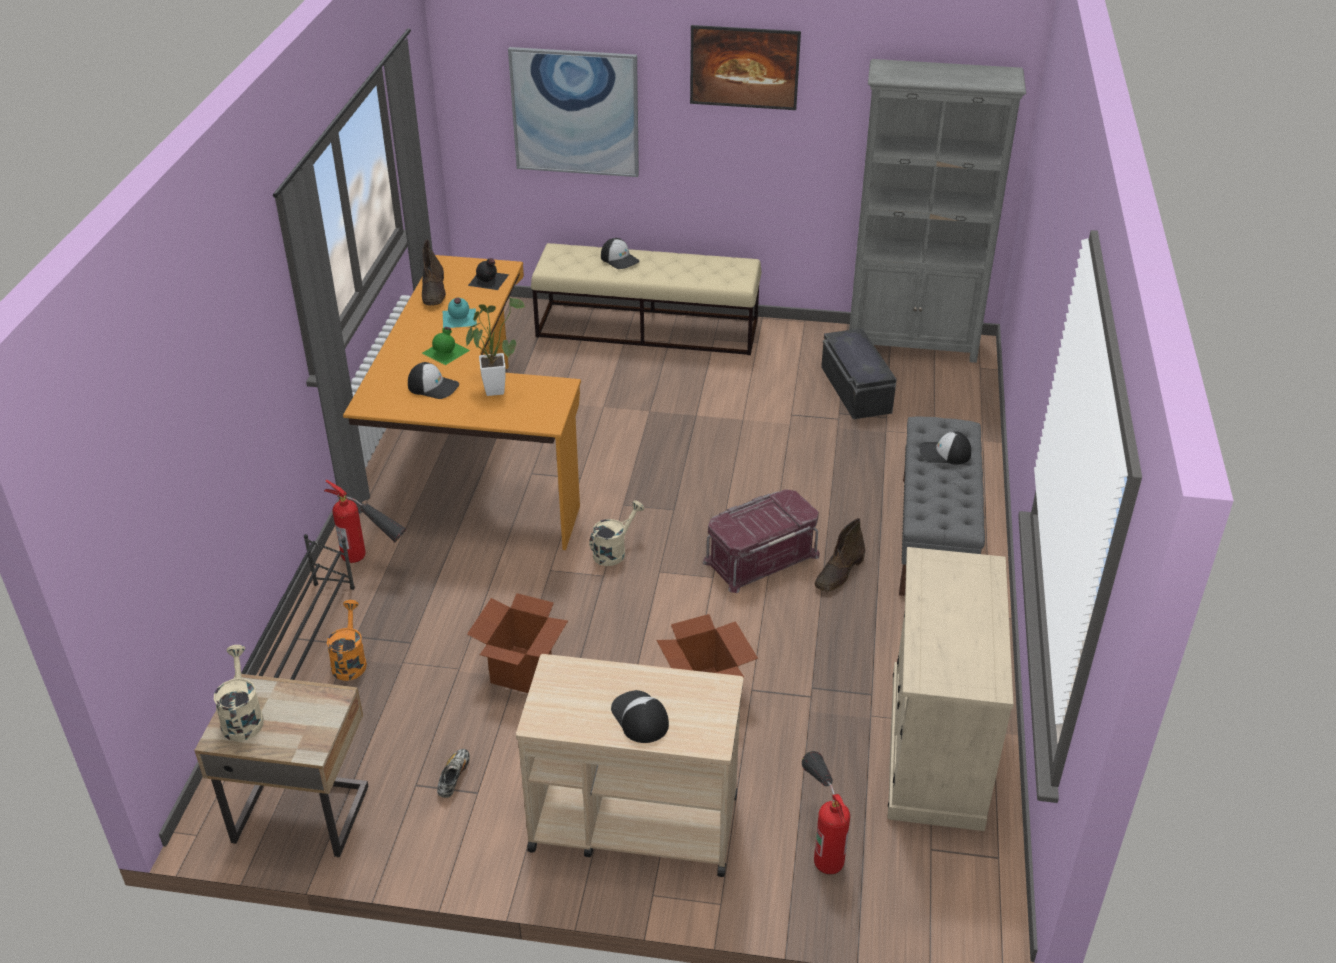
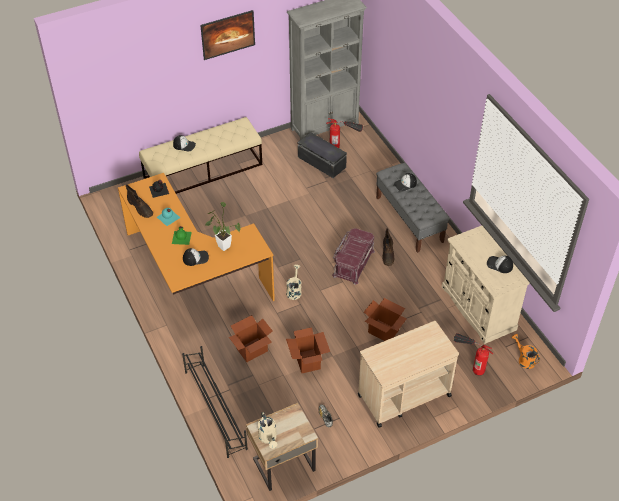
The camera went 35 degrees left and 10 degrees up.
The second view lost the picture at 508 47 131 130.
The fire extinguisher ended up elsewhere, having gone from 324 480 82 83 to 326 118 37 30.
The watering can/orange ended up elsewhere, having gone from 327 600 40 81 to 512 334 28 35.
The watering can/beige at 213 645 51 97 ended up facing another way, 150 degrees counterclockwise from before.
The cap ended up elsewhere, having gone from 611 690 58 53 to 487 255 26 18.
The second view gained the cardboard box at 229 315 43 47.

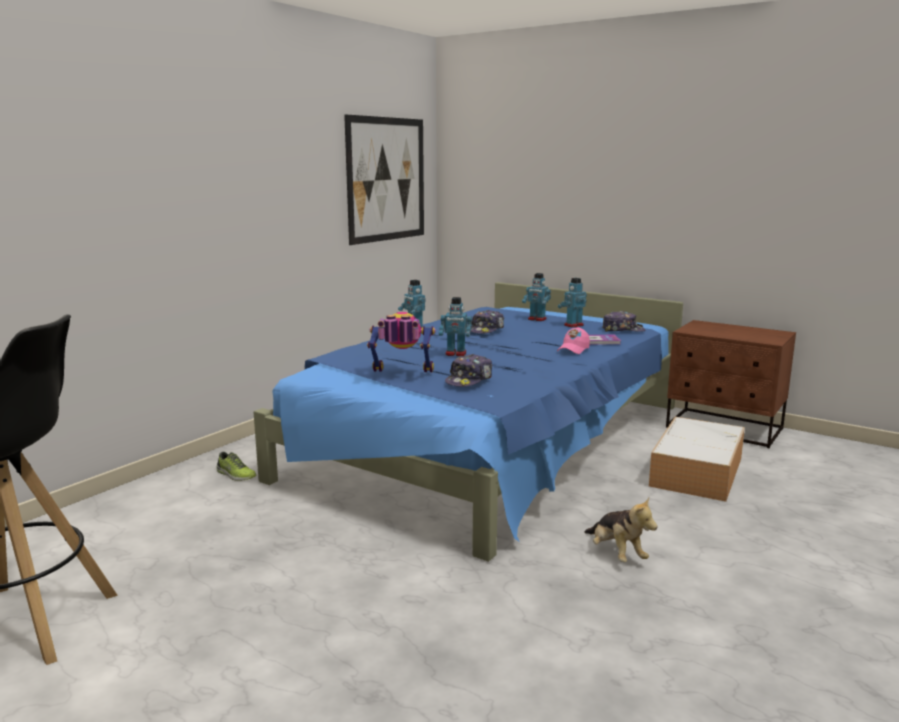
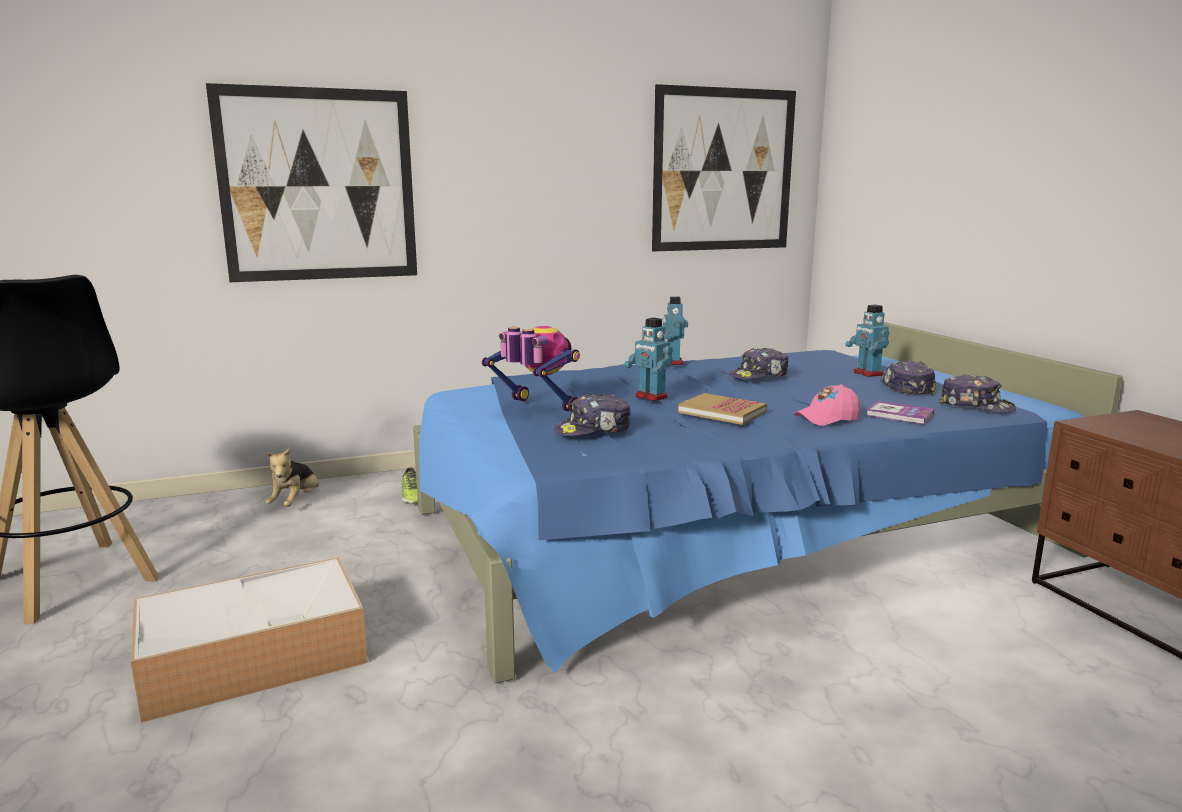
The camera went 35 degrees right and 0 degrees up.
Where the toy robot stood at 558 278 29 50, the cap came to stand at 880 360 56 35.
The storage box ended up elsewhere, having gone from 649 417 96 85 to 131 558 237 165.
The plush toy ended up elsewhere, having gone from 584 498 74 64 to 266 448 53 59.
The second view gained the picture at 206 83 211 199.
The second view gained the book at 678 393 89 32.

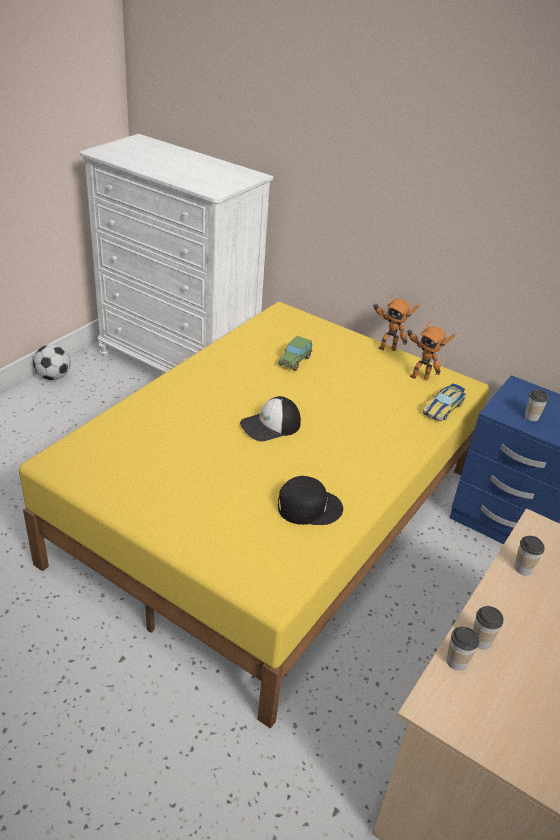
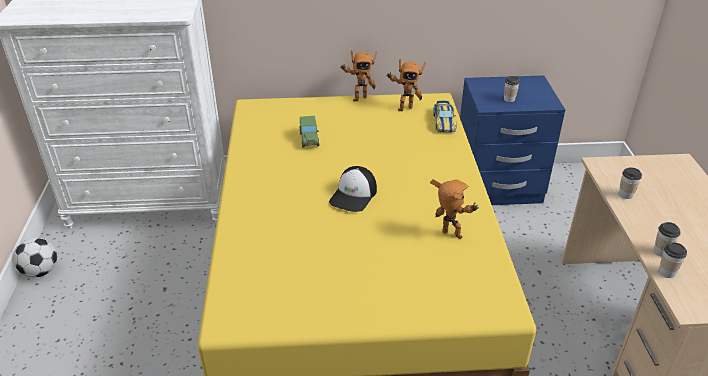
The camera went 35 degrees left and 0 degrees up.
Where the cap/black stood at 278 476 65 49, the toy robot came to stand at 430 179 49 60.

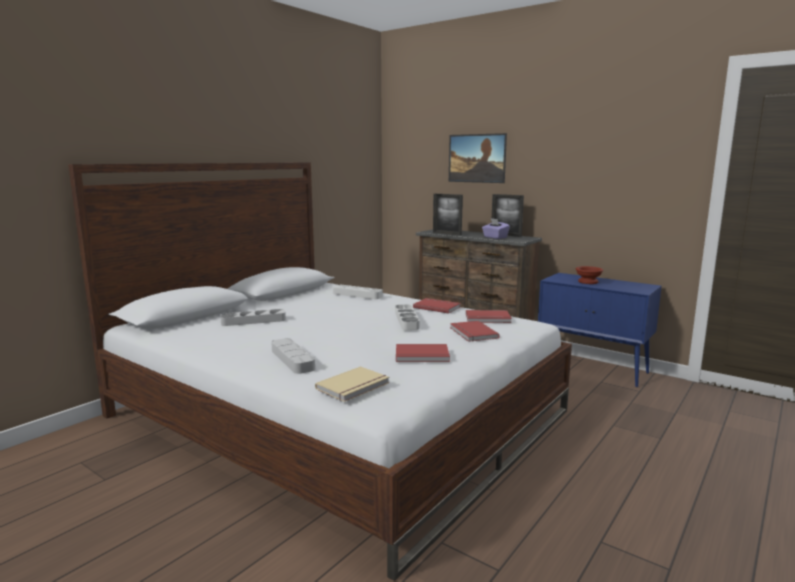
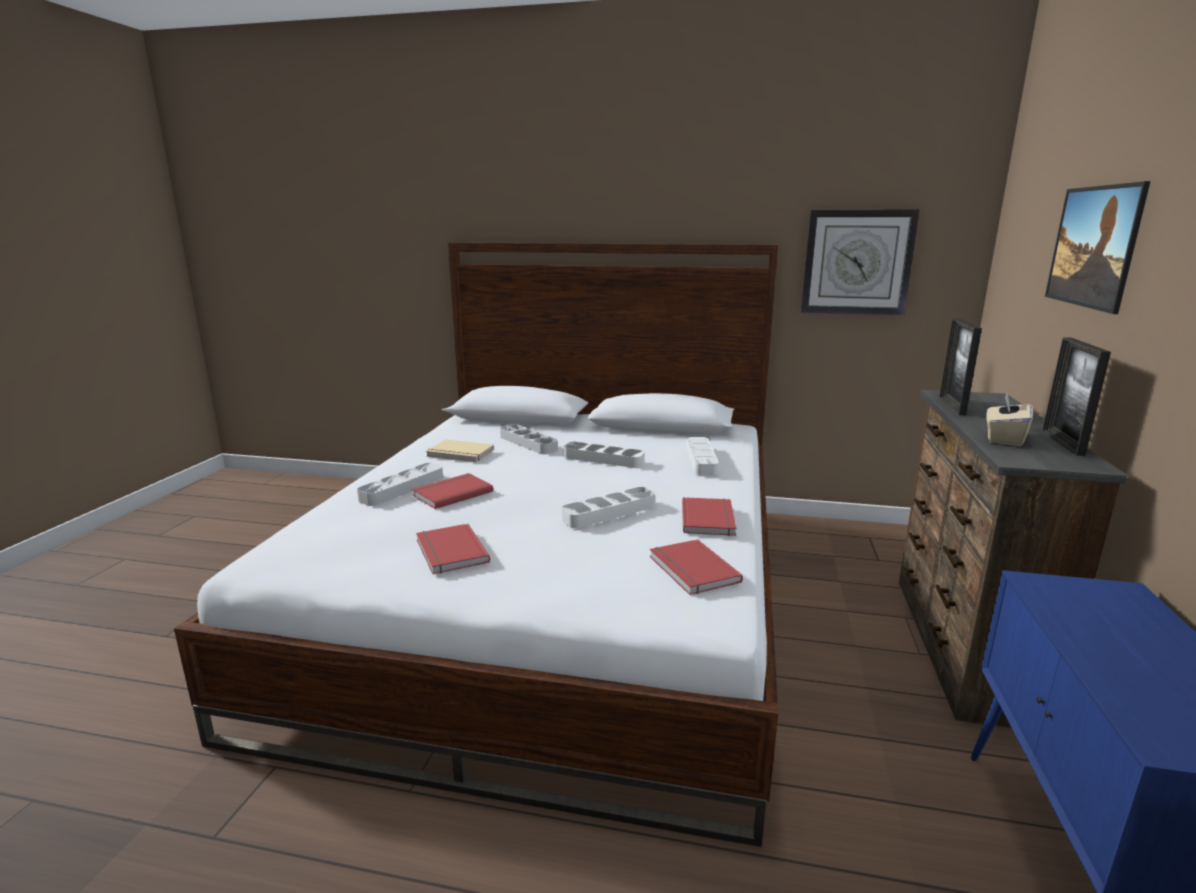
The camera went 65 degrees right and 5 degrees up.
What was the tissue box/purple at 482 218 28 21 turned into the tissue box/beige at 986 392 47 54.
The second view lost the bowl/brown at 576 266 27 18.
The book/red ended up elsewhere, having gone from 450 321 50 21 to 412 473 81 36.
The book/beige ended up elsewhere, having gone from 315 366 75 36 to 426 440 68 22.
The second view gained the wall clock at 801 209 119 106.
The second view gained the tray/white at 563 442 82 26.

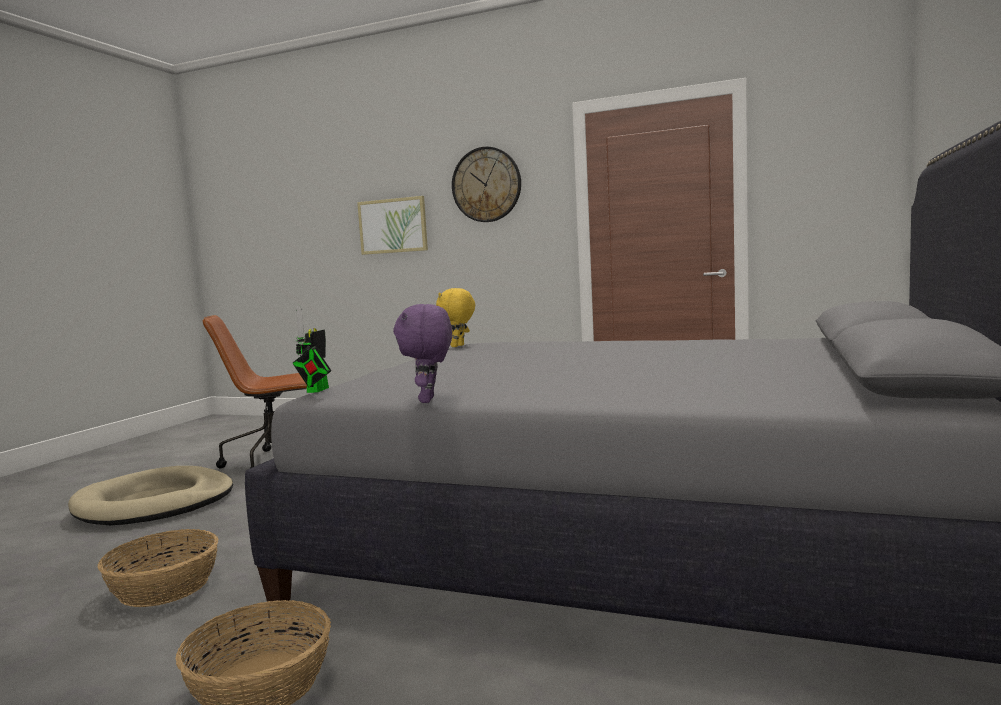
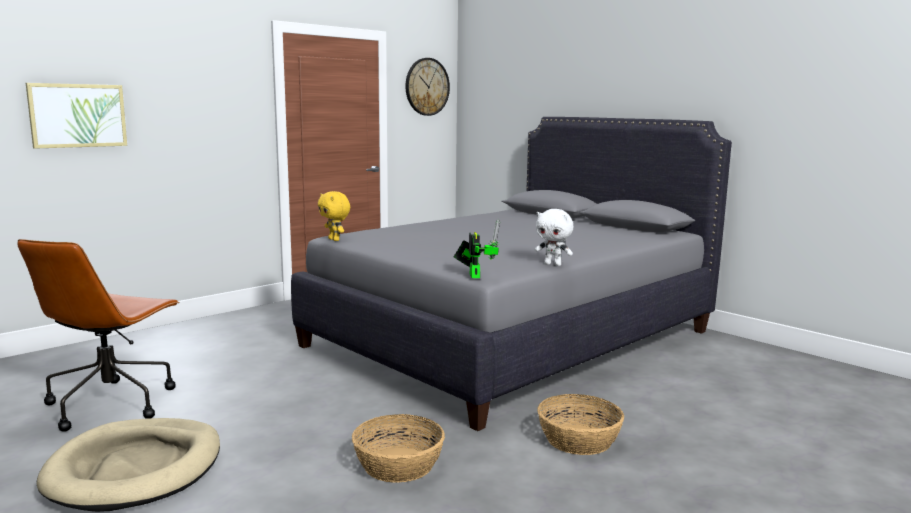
The camera went 65 degrees left and 5 degrees up.
The wall clock ended up elsewhere, having gone from 452 147 69 75 to 405 58 45 58.
What was the plush toy/purple at 393 304 59 99 turned into the plush toy/white at 534 209 39 57.
The toy robot at 292 305 39 88 ended up facing another way, 135 degrees counterclockwise from before.

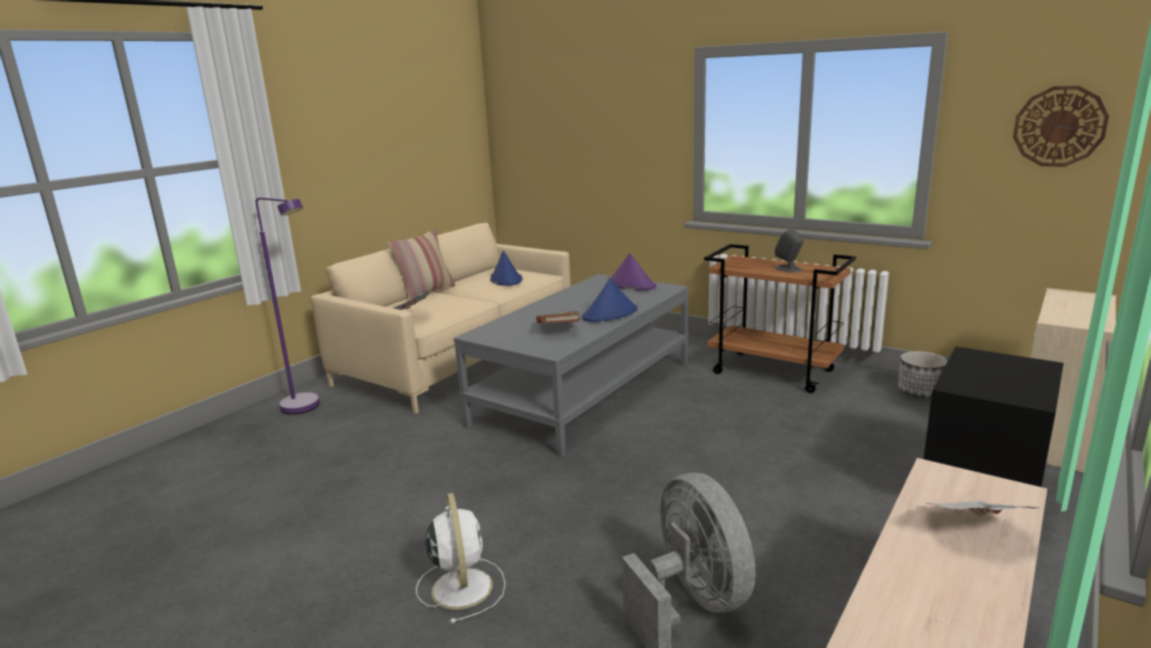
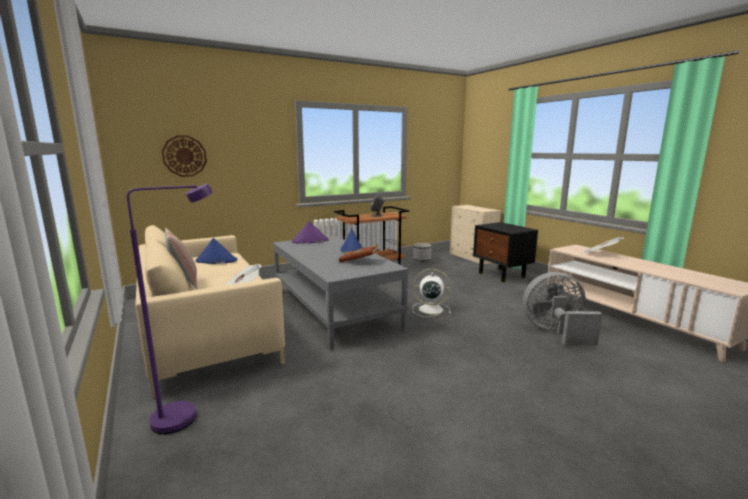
The camera went 65 degrees left and 5 degrees down.
The wall clock ended up elsewhere, having gone from 1013 86 96 81 to 162 135 45 42.
The fan/white ended up elsewhere, having gone from 416 493 90 131 to 412 269 39 48.

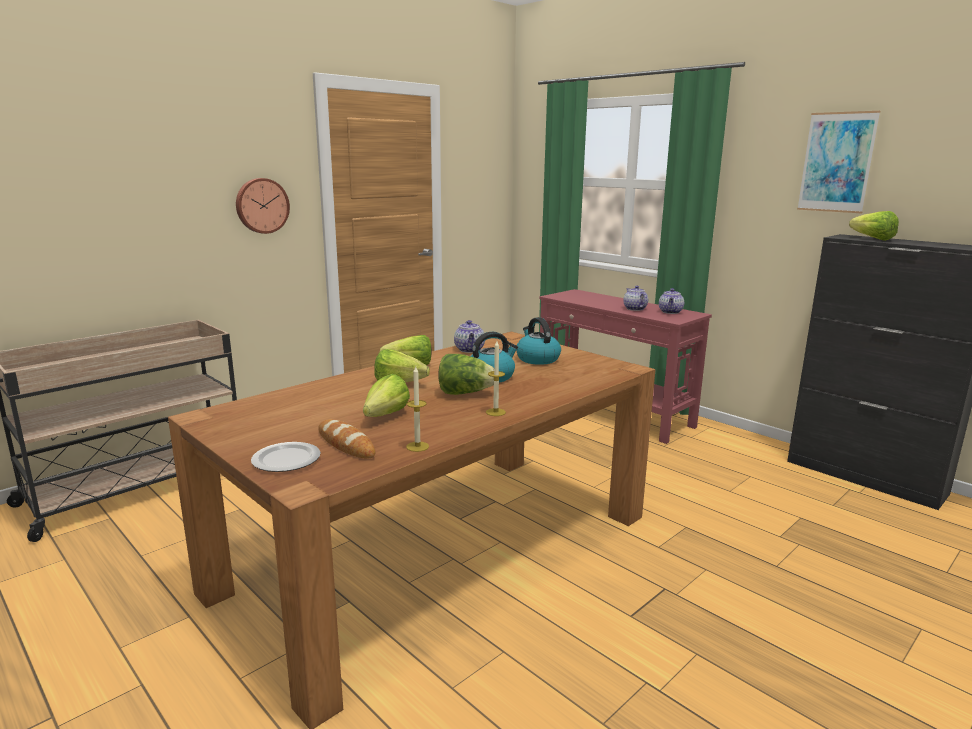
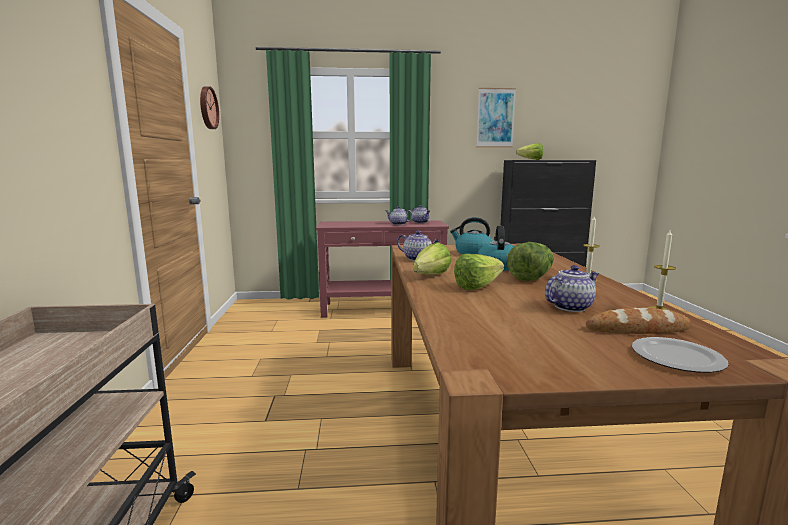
The camera went 50 degrees left and 5 degrees down.
The wall clock ended up elsewhere, having gone from 236 178 54 56 to 200 86 19 43.
Where the lettuce stood at 363 374 47 43, the teapot came to stand at 545 265 54 47.

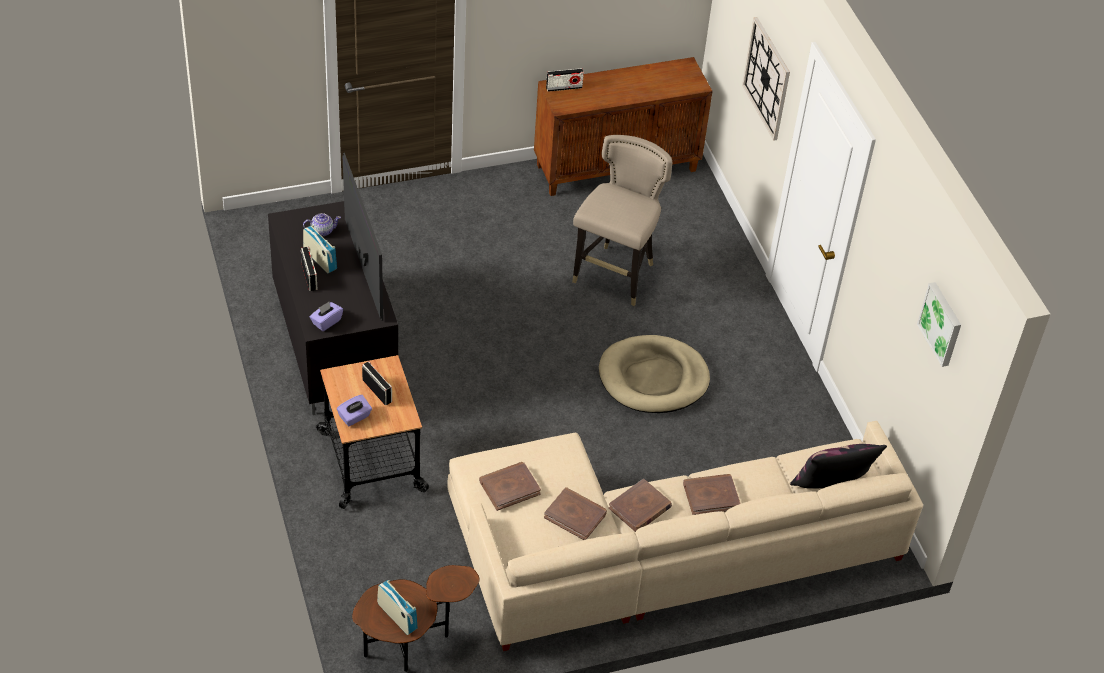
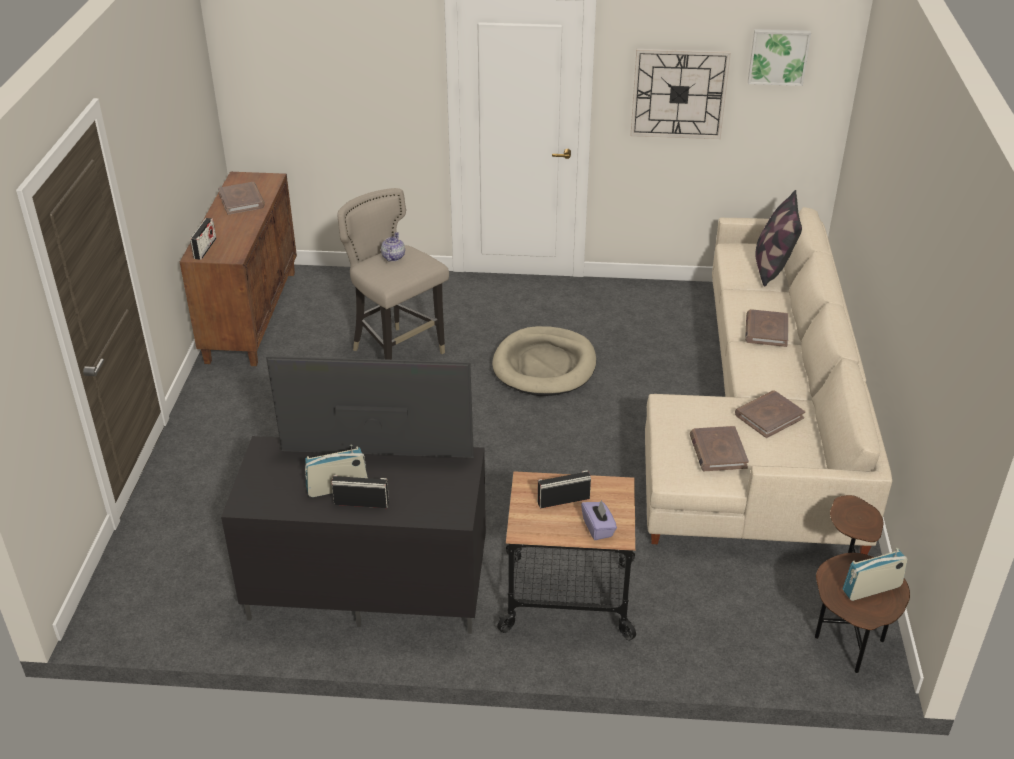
The camera went 65 degrees left and 10 degrees down.
The wall clock ended up elsewhere, having gone from 742 17 48 124 to 631 49 100 90.
The teapot ended up elsewhere, having gone from 303 213 38 23 to 381 232 24 29.
The second view lost the tissue box/purple at 310 302 33 29.
The book/brown ended up elsewhere, having gone from 608 479 64 53 to 218 182 47 33.

